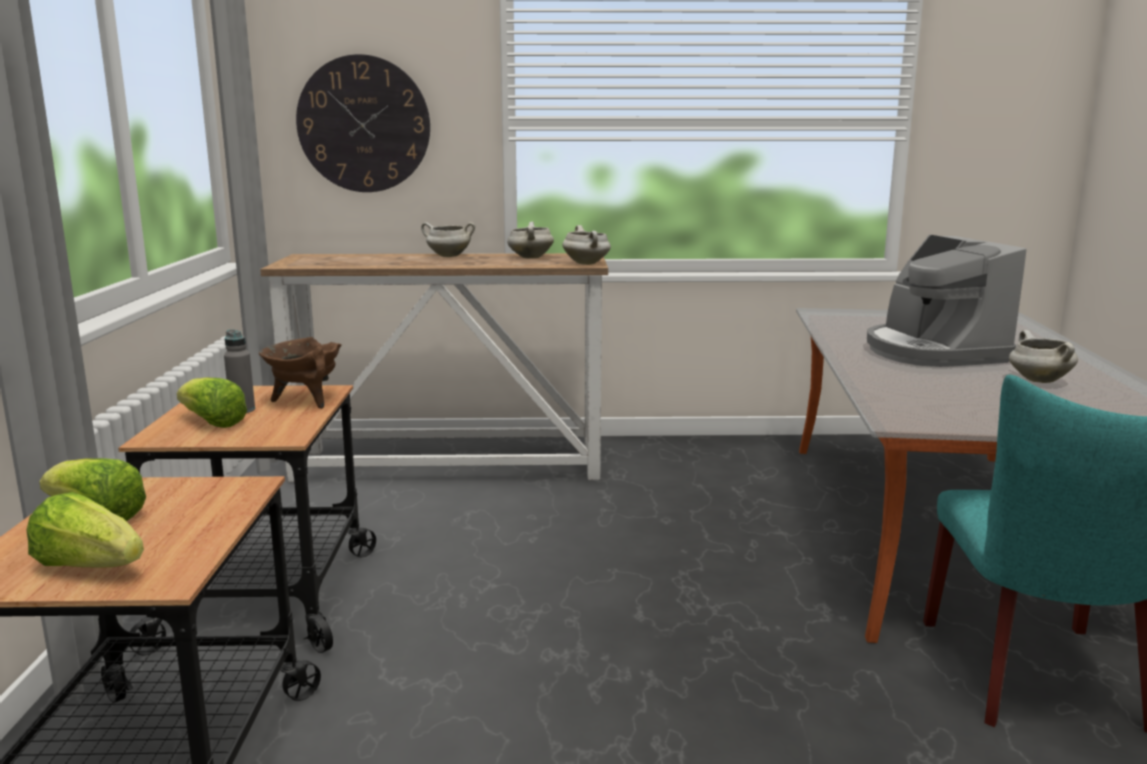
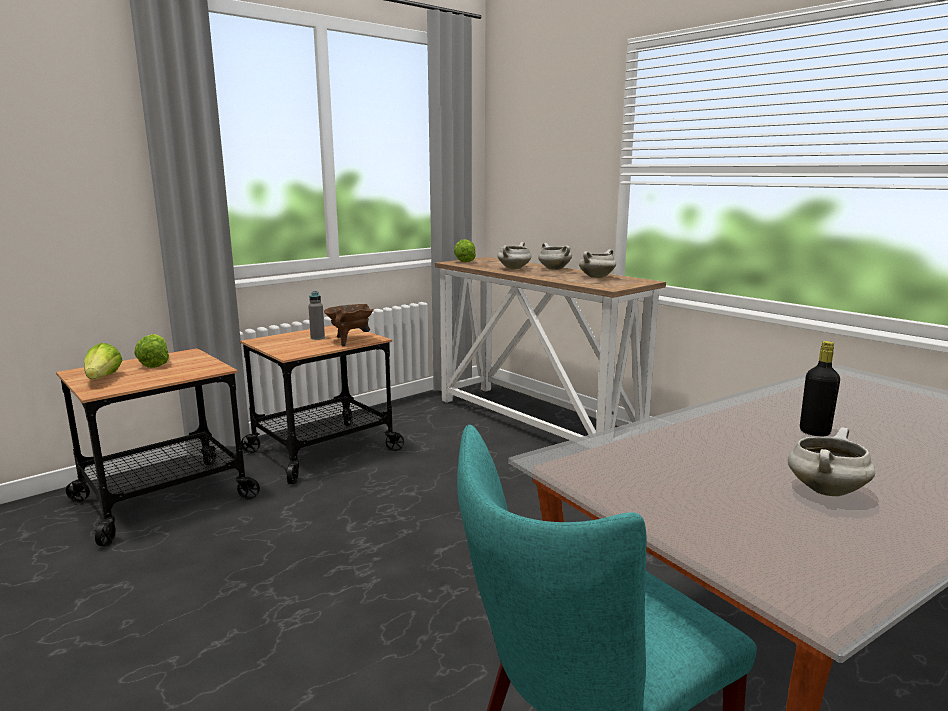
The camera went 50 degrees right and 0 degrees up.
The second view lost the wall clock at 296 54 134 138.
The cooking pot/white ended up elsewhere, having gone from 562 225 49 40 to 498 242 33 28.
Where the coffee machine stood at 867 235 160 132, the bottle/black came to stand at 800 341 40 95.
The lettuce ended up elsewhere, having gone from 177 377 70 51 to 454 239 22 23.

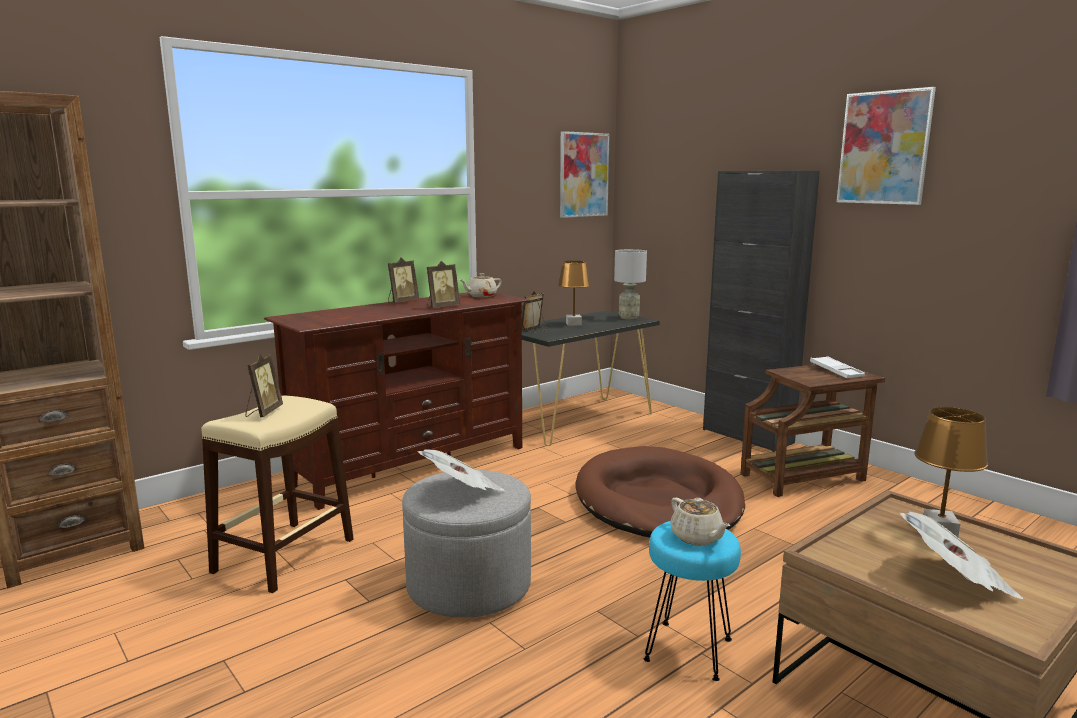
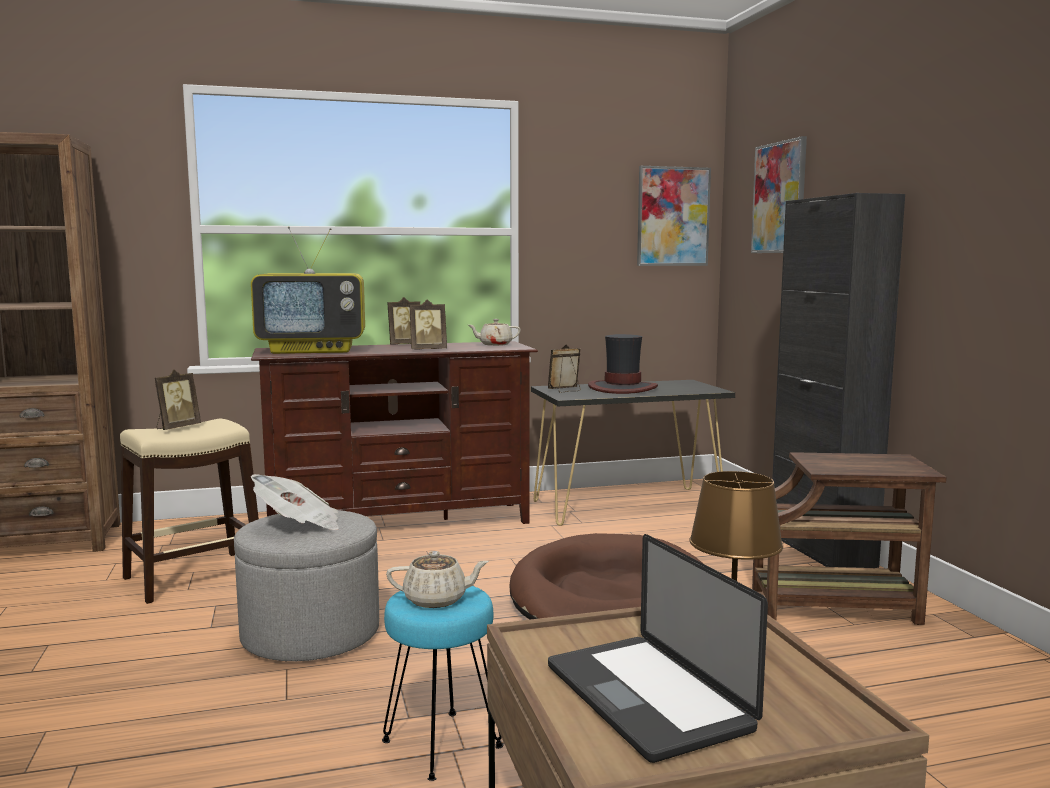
The camera went 25 degrees right and 5 degrees down.
The picture ended up elsewhere, having gone from 837 87 99 118 to 751 136 56 117.
The second view lost the table lamp/grey at 614 249 33 70.
Where the table lamp/brown stood at 558 261 32 65, the hat came to stand at 588 334 70 60.
The second view lost the tray/white at 810 356 55 22.
The teapot/beige at 671 498 59 47 ended up facing another way, 90 degrees counterclockwise from before.
Where the newspaper stood at 900 512 123 87, the laptop came to stand at 548 534 220 229.
The second view gained the television at 251 226 114 128.

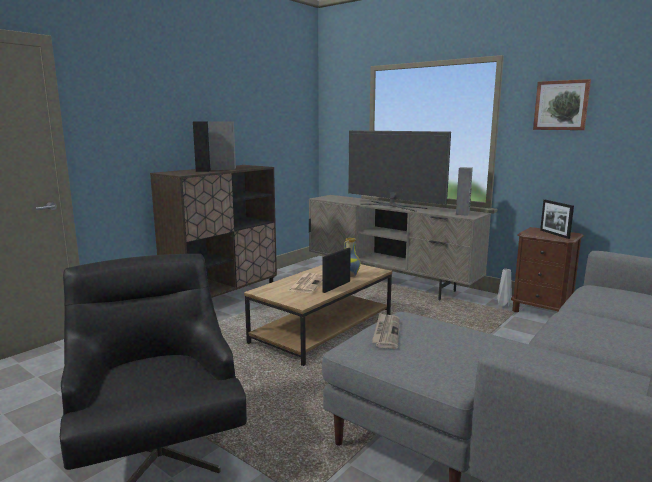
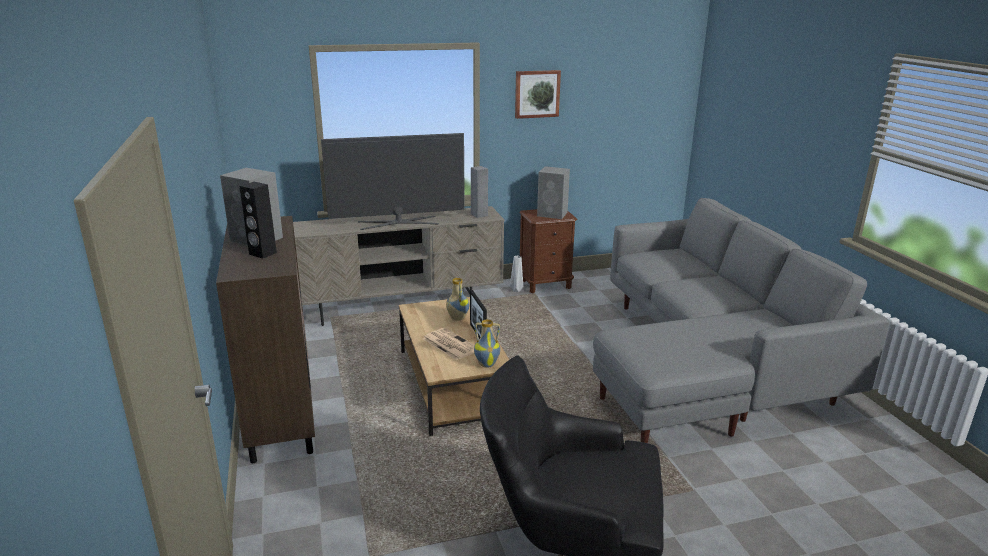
The camera went 55 degrees left and 10 degrees up.
Where the picture frame stood at 540 200 34 39, the speaker/grey came to stand at 537 166 33 53.
The second view lost the newspaper at 372 313 28 36.
The second view gained the vase at 474 320 26 48.

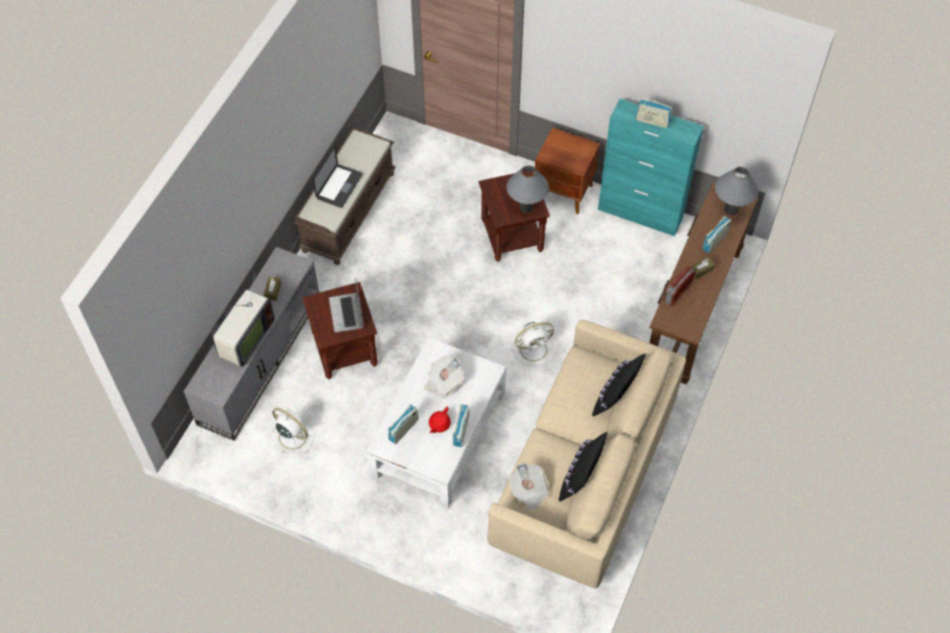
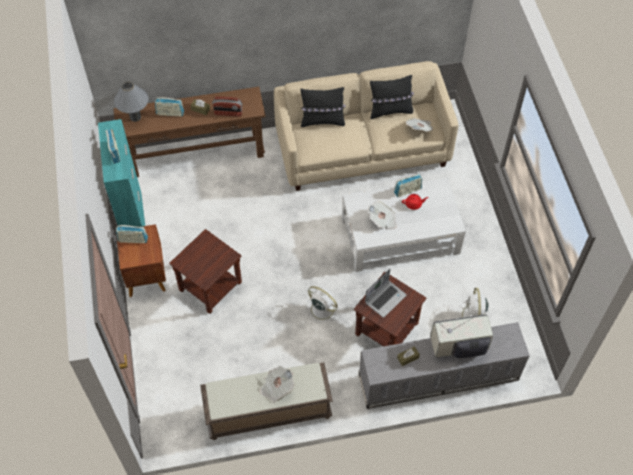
The camera went 125 degrees left and 0 degrees up.
Where the laptop stood at 313 146 49 62, the newspaper came to stand at 260 366 34 37.
The second view lost the table lamp/grey at 506 166 43 47.
The fan/white ended up elsewhere, having gone from 511 322 43 44 to 305 286 35 37.
The radio ended up elsewhere, having gone from 388 404 31 40 to 116 225 32 18.

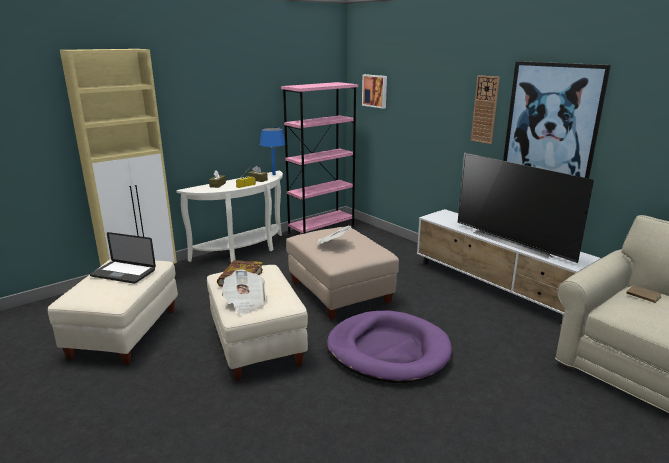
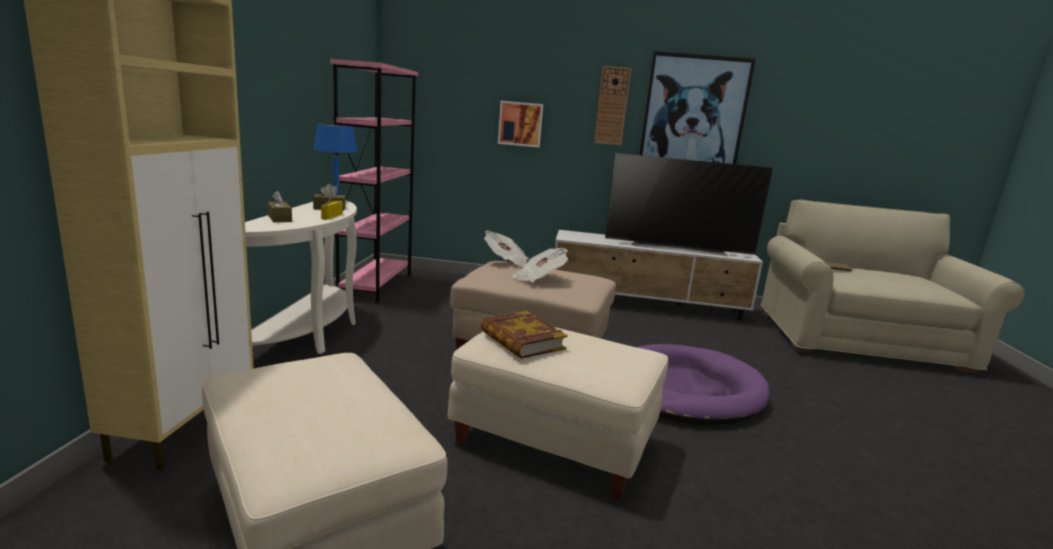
The camera went 45 degrees left and 5 degrees down.
The picture ended up elsewhere, having gone from 362 74 25 35 to 498 101 45 47.
The second view lost the laptop at 90 232 66 52.
The newspaper ended up elsewhere, having gone from 222 269 44 46 to 484 231 44 36.

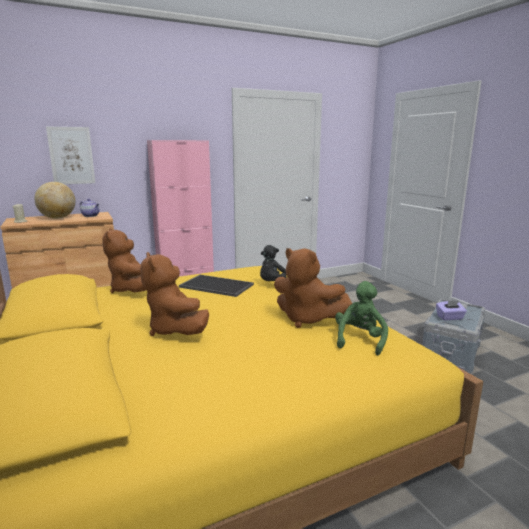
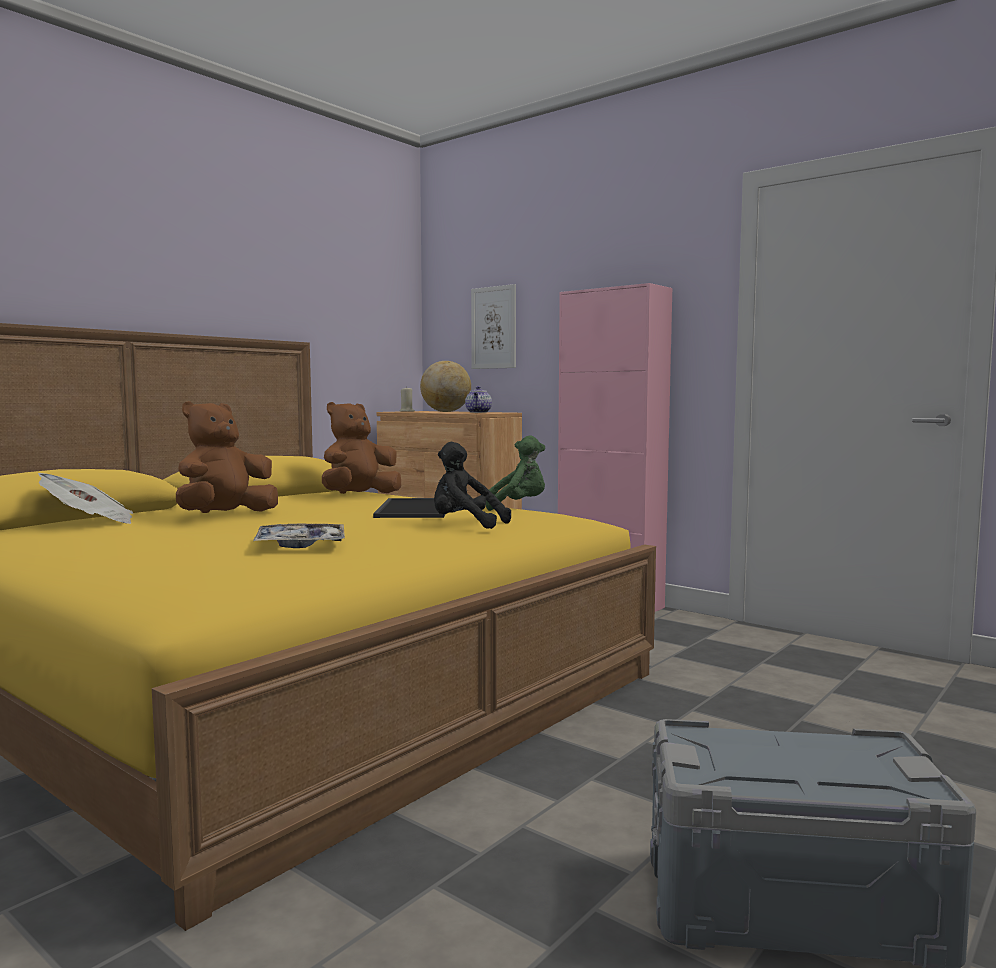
The camera went 65 degrees right and 10 degrees down.
Where the plush toy/brown stood at 274 248 78 80, the tray came to stand at 253 523 92 25.
The plush toy/green ended up elsewhere, having gone from 335 281 53 74 to 486 435 59 76.
The second view lost the tissue box/purple at 436 301 31 19.
The second view gained the newspaper at 38 473 95 51.

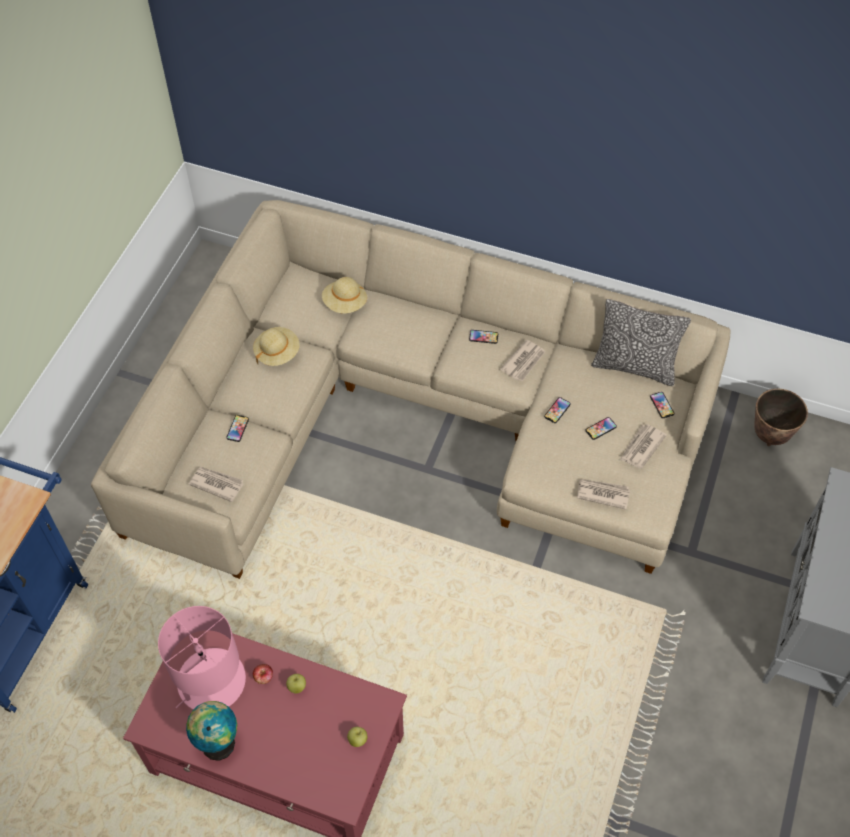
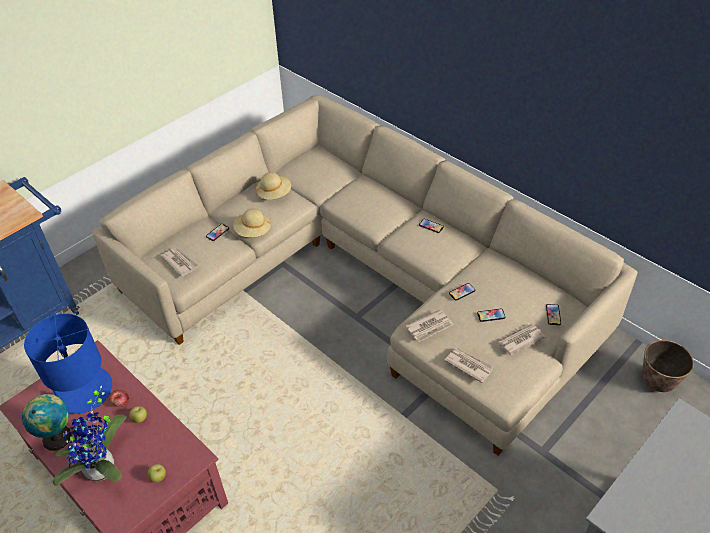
The camera went 25 degrees right and 10 degrees down.
The hat/beige ended up elsewhere, having gone from 322 277 45 36 to 233 209 39 28.
The second view lost the pillow at 591 299 100 87.
The newspaper ended up elsewhere, having gone from 500 339 45 42 to 405 309 48 33.
What was the table lamp/pink at 158 606 88 104 turned into the table lamp/blue at 24 313 88 101.
The second view gained the potted plant at 53 386 73 100.

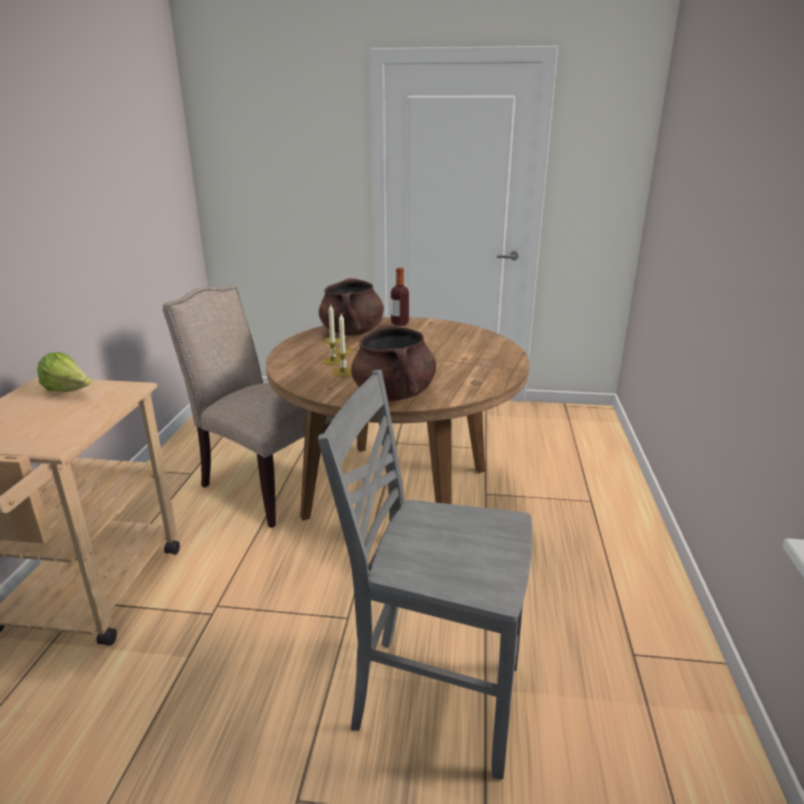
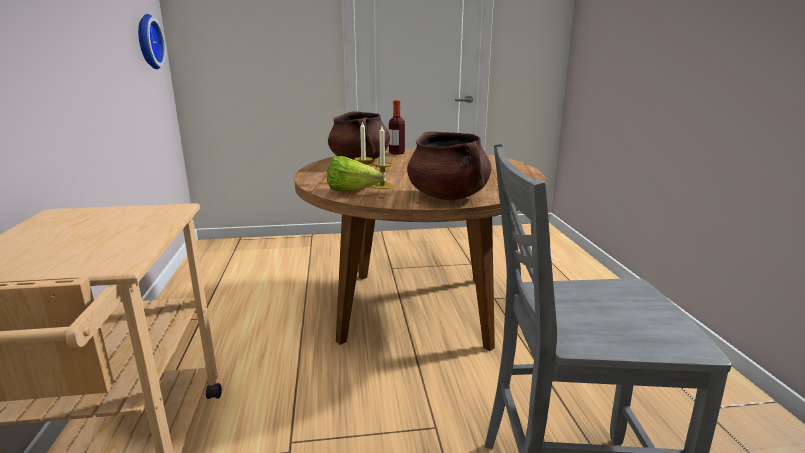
The camera went 15 degrees left and 5 degrees down.
The second view lost the chair/beige at 163 285 171 243.
The lettuce ended up elsewhere, having gone from 37 352 54 40 to 327 156 58 35.
The second view gained the wall clock at 138 14 28 55.

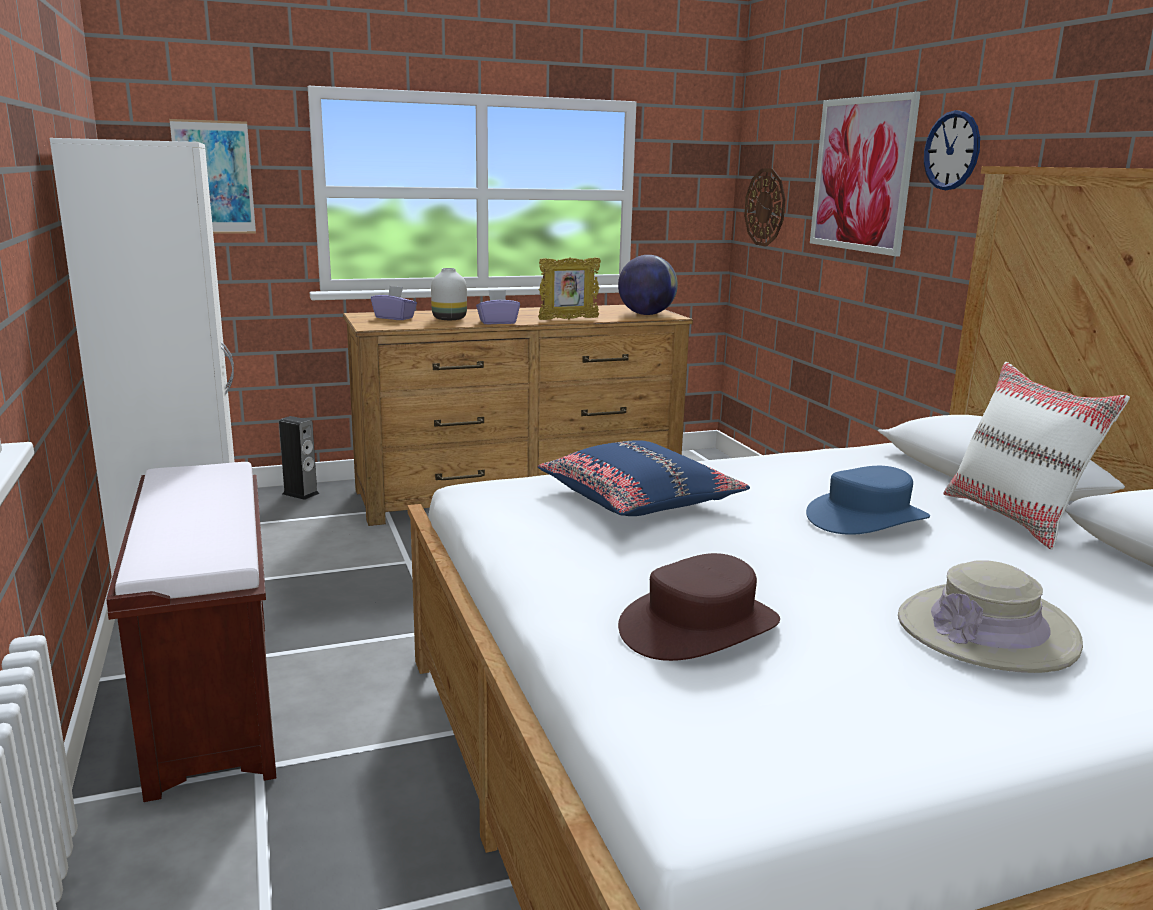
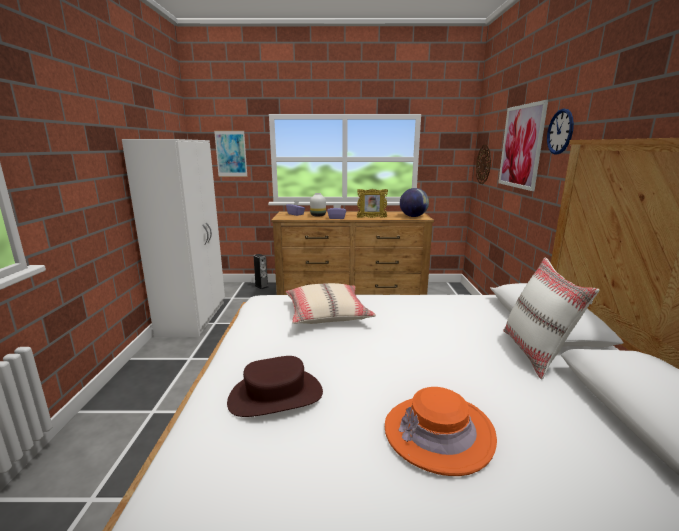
The camera went 20 degrees right and 0 degrees up.
What was the pillow/blue at 538 440 212 76 turned into the pillow/beige at 286 283 90 41.
The second view lost the bench/brown at 106 462 170 340.
The second view lost the hat/blue at 806 466 124 69.
What was the hat/beige at 898 560 185 113 turned into the hat/orange at 385 387 112 89.

